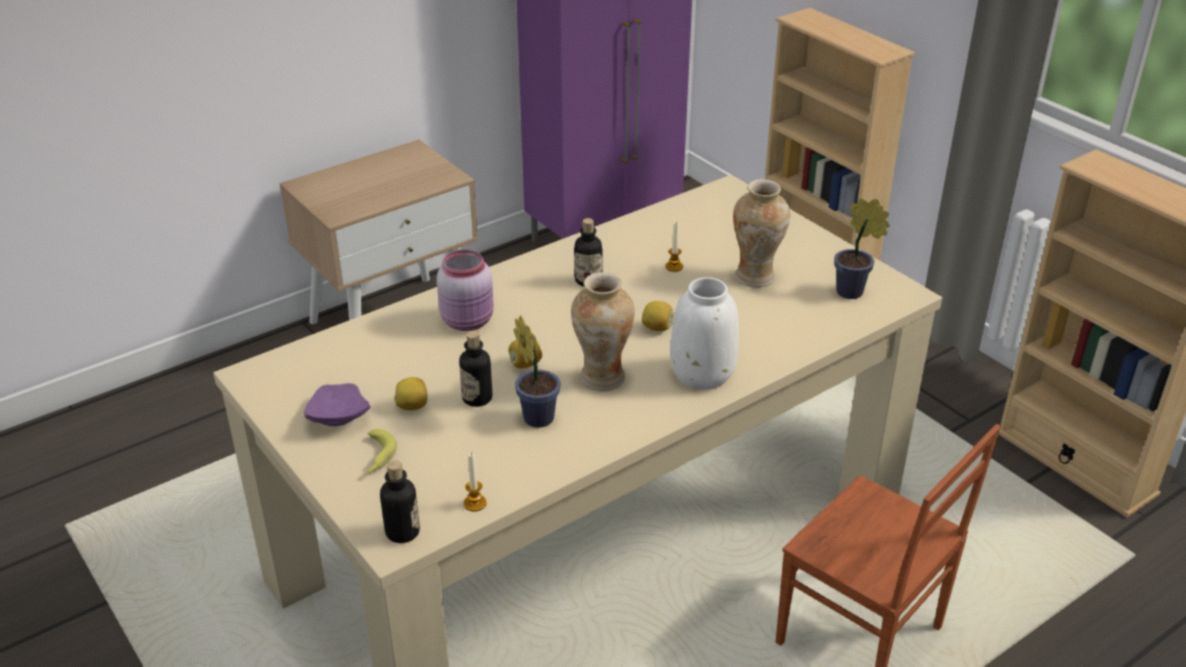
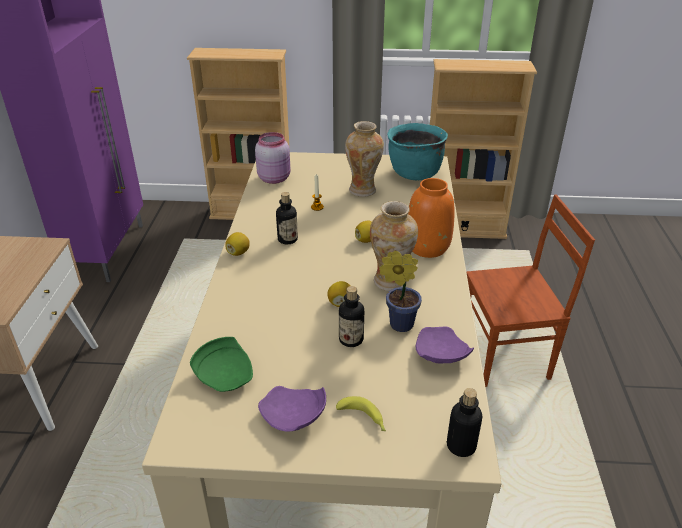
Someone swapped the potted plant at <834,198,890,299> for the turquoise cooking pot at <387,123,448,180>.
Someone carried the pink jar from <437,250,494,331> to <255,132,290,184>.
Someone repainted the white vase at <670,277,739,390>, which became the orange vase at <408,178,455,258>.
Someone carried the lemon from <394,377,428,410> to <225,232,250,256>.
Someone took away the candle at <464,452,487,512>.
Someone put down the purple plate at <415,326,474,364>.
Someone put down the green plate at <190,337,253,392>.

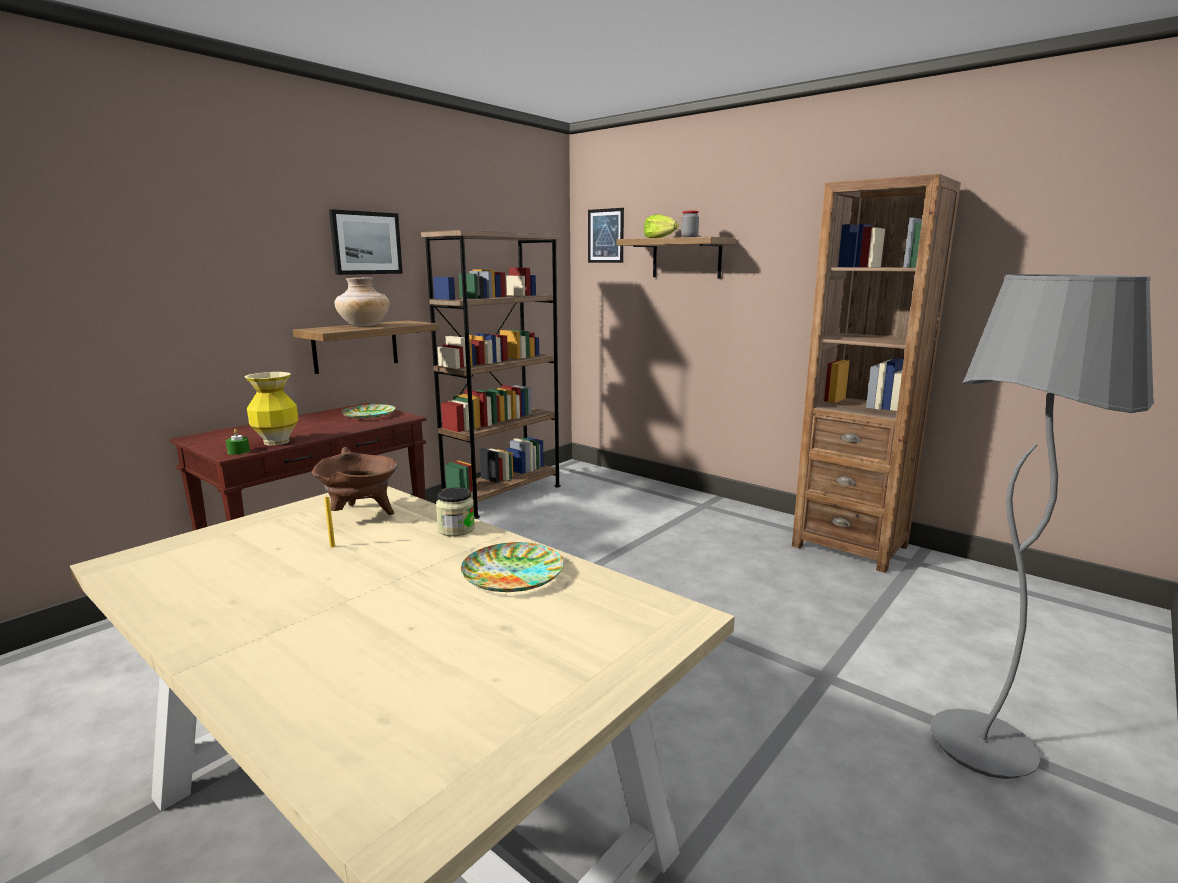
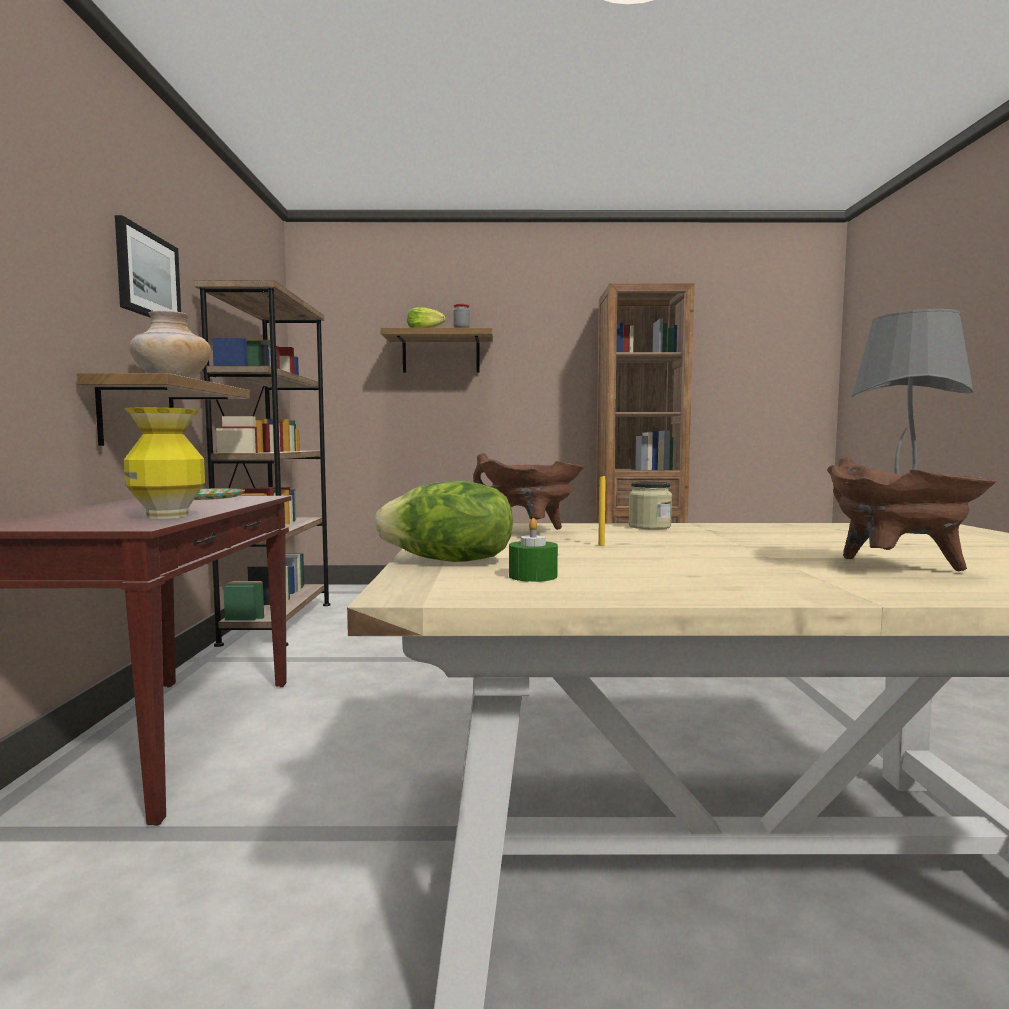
Someone took away the picture at <588,208,624,263>.
Someone carried the green candle from <226,429,250,455> to <509,518,558,582>.
Someone took away the plate at <461,542,564,592>.
Someone put down the brown cooking pot at <827,456,996,571>.
Someone put down the lettuce at <375,481,513,562>.

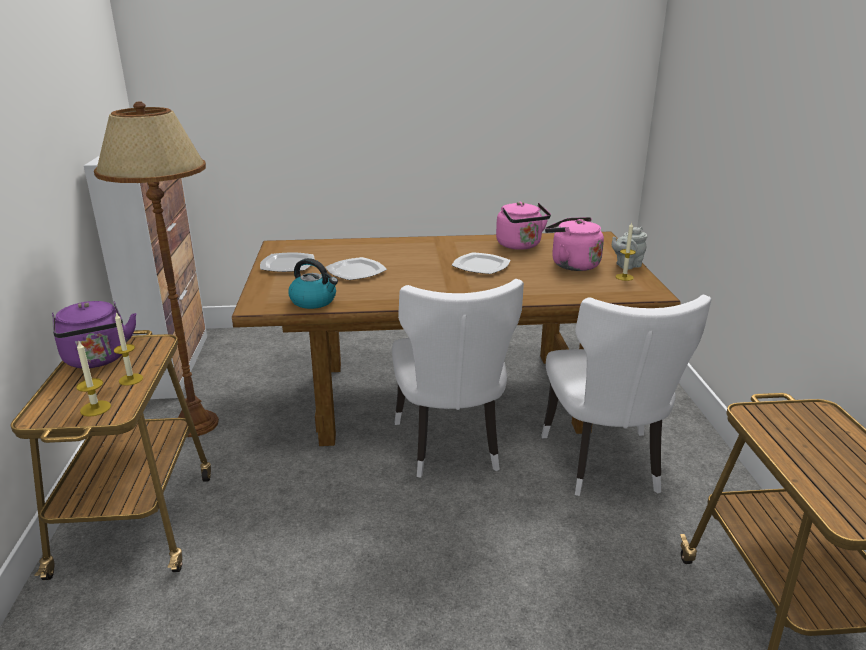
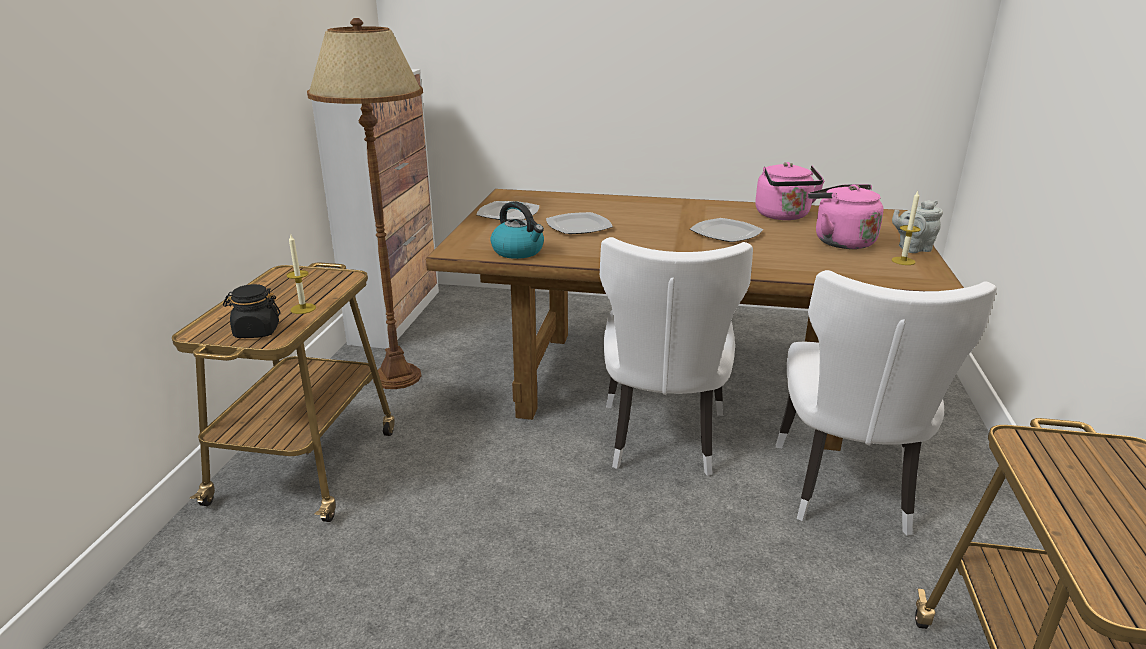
Someone took away the purple kettle at <52,301,136,368>.
Someone swapped the candle at <76,342,111,417> for the black jar at <223,284,281,338>.

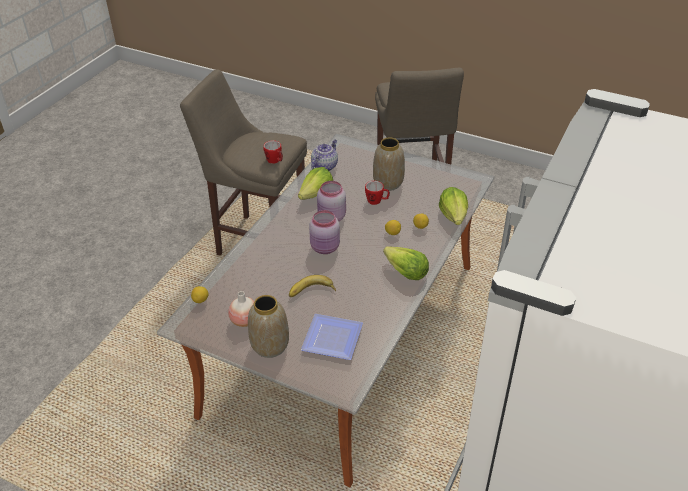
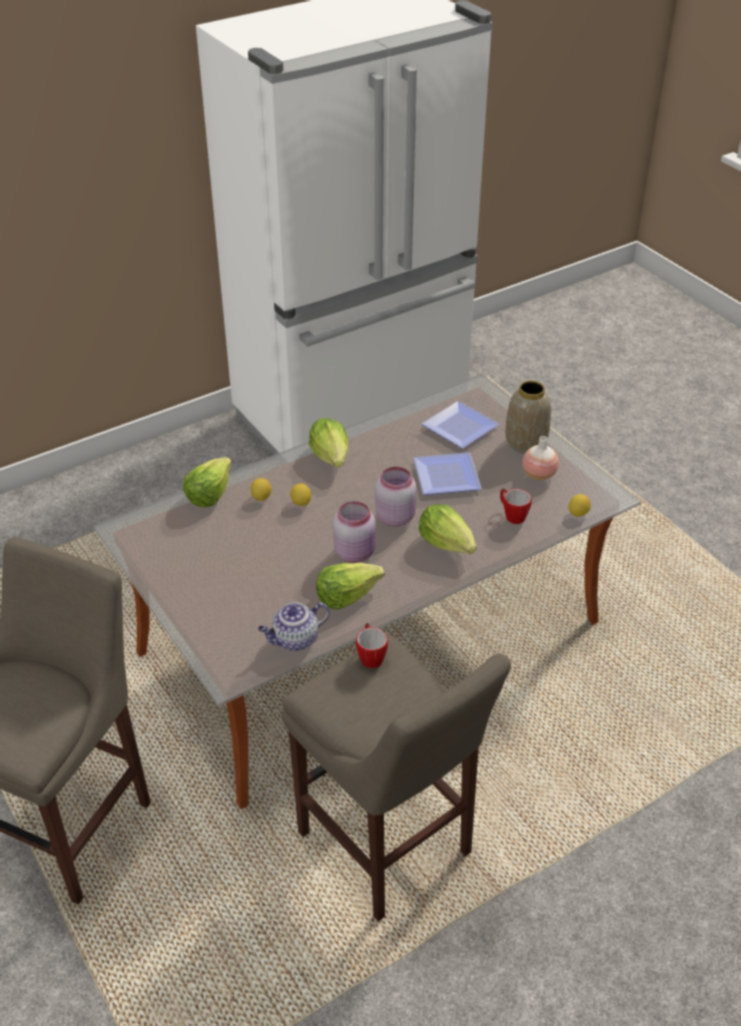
Someone took away the vase at <373,138,405,191>.
Someone carried the mug from <365,181,390,205> to <500,489,532,524>.
Someone swapped the banana at <289,275,336,297> for the plate at <413,452,482,495>.
Someone put down the lettuce at <419,504,477,554>.

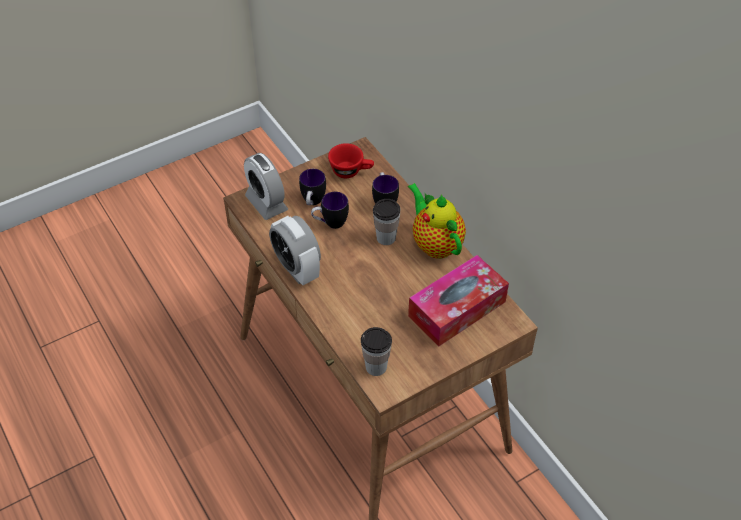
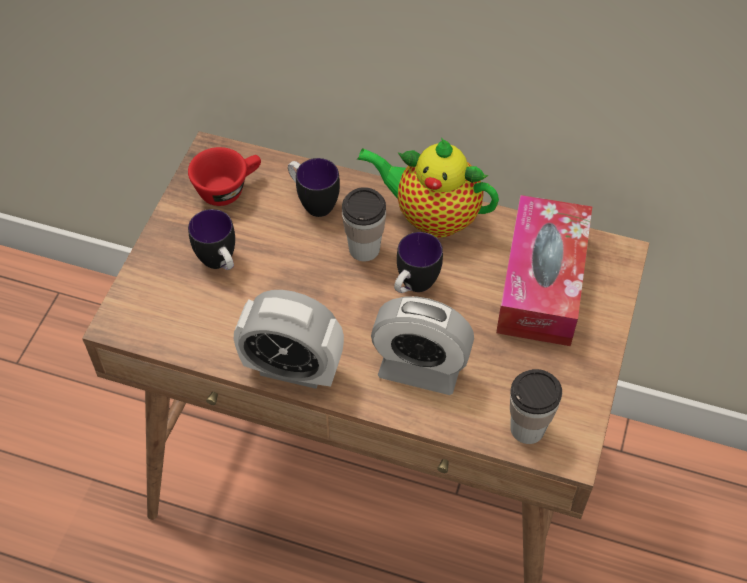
Someone carried the alarm clock from <244,153,288,220> to <371,296,474,395>.
Someone carried the mug from <311,192,349,229> to <394,232,443,293>.

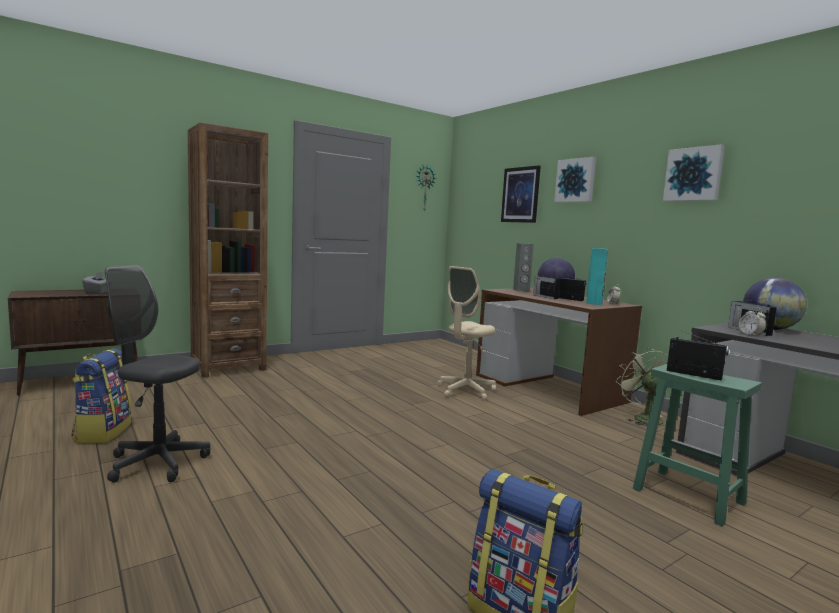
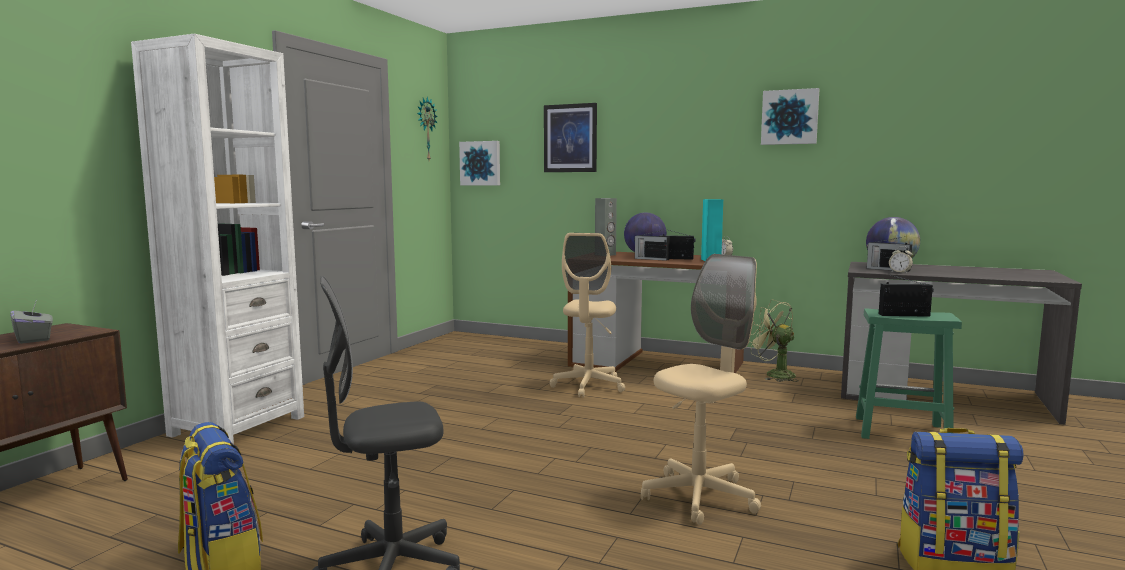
Someone repainted the brown bookcase at <188,122,268,378>, which became the white bookcase at <131,34,304,444>.
Someone carried the picture from <554,157,596,202> to <459,141,500,185>.
Someone put down the beige office chair at <641,254,761,525>.

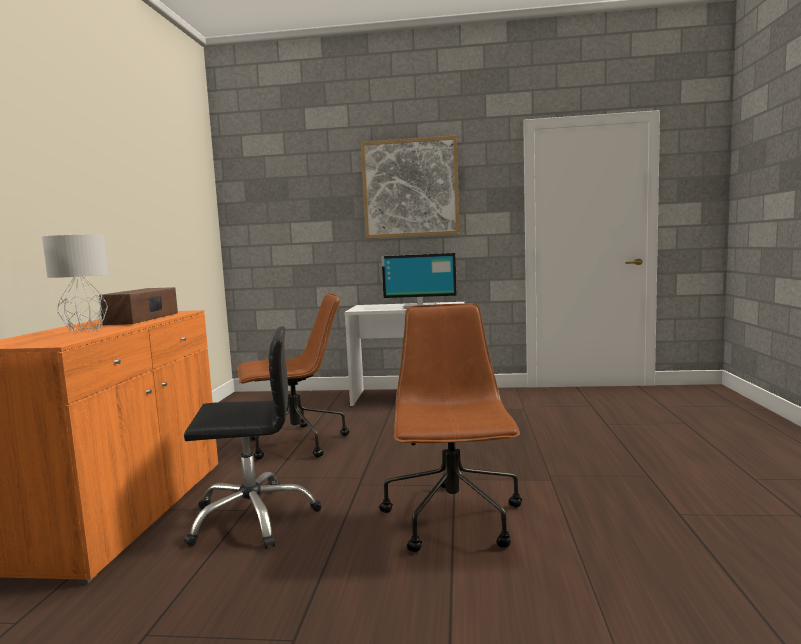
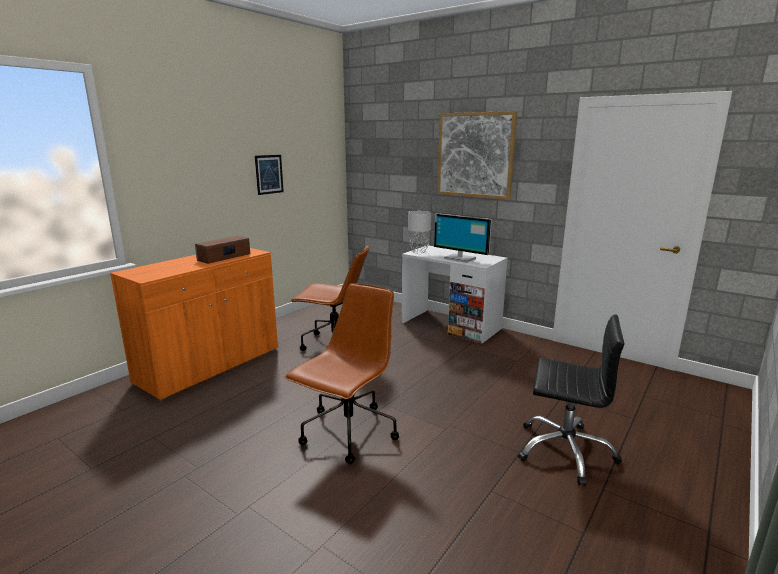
Someone carried the grey table lamp from <42,235,108,332> to <408,211,431,254>.
Someone carried the black office chair from <184,326,321,549> to <518,314,624,486>.
Someone put up the picture at <255,155,284,195>.

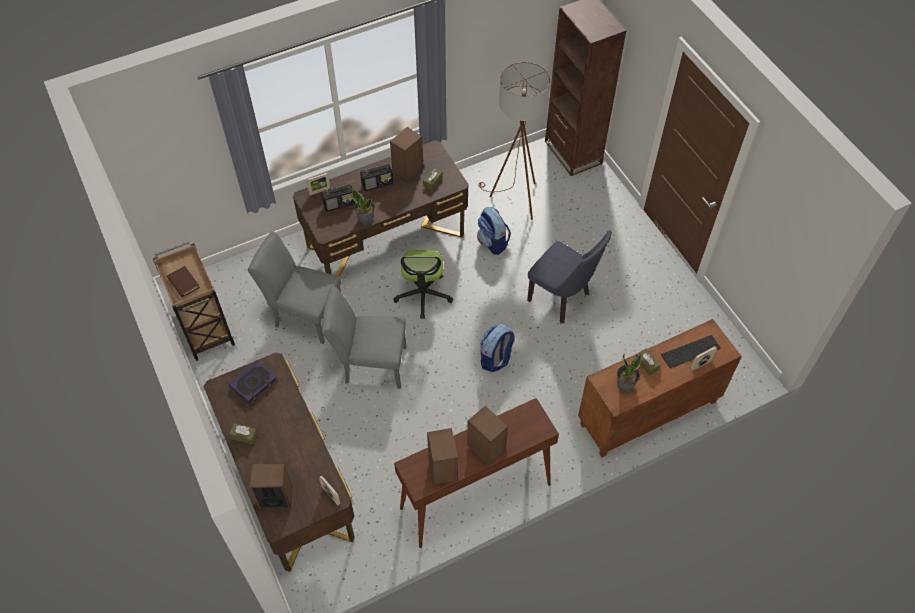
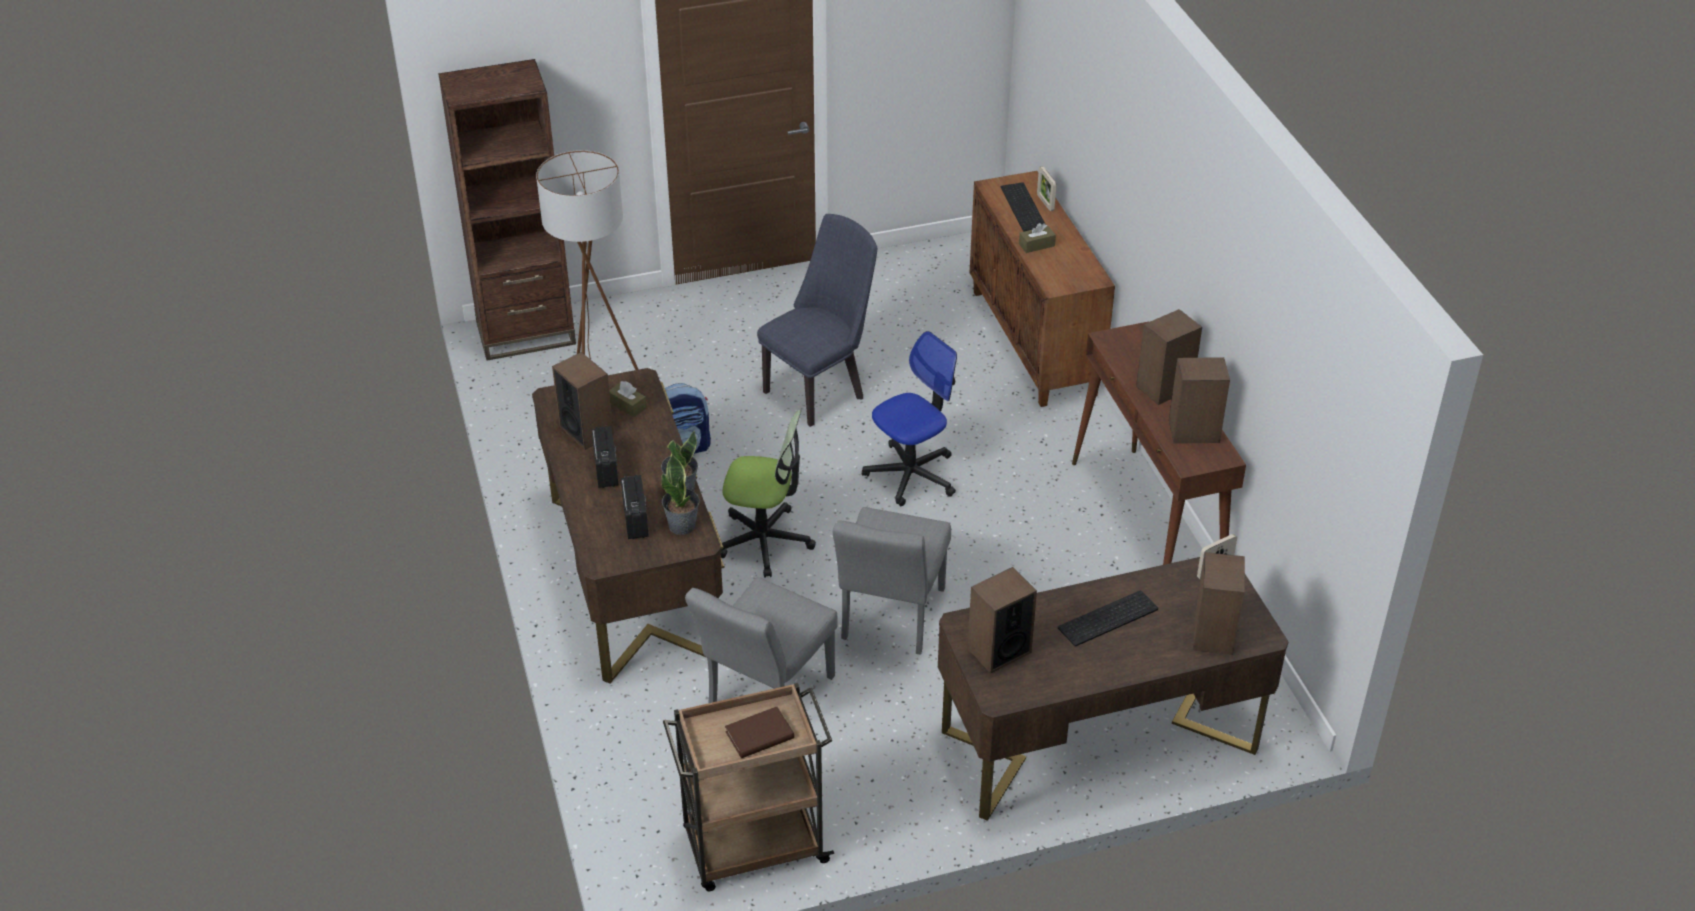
Someone took away the picture frame at <307,173,330,195>.
Someone swapped the backpack at <480,324,515,372> for the office chair at <862,331,957,506>.
Someone carried the potted plant from <617,354,641,392> to <661,454,700,535>.
Someone swapped the book at <229,360,278,404> for the speaker at <967,567,1037,674>.
Someone took away the brown tissue box at <229,423,258,445>.
Someone put down the keyboard at <1058,590,1158,646>.

